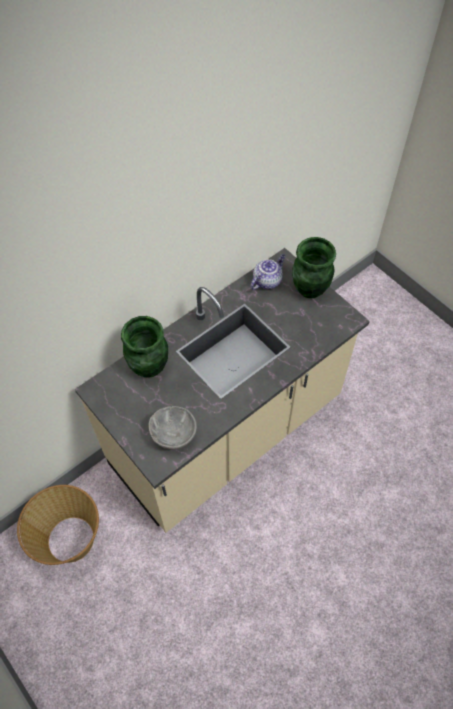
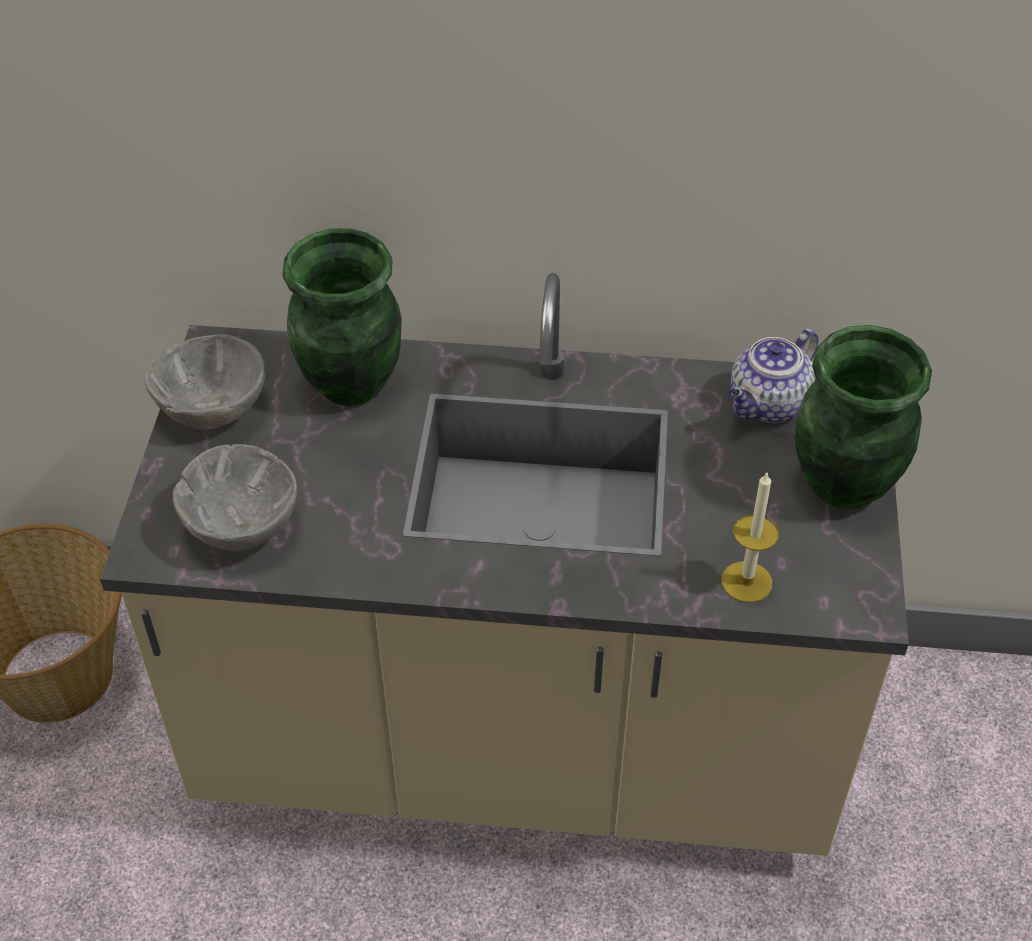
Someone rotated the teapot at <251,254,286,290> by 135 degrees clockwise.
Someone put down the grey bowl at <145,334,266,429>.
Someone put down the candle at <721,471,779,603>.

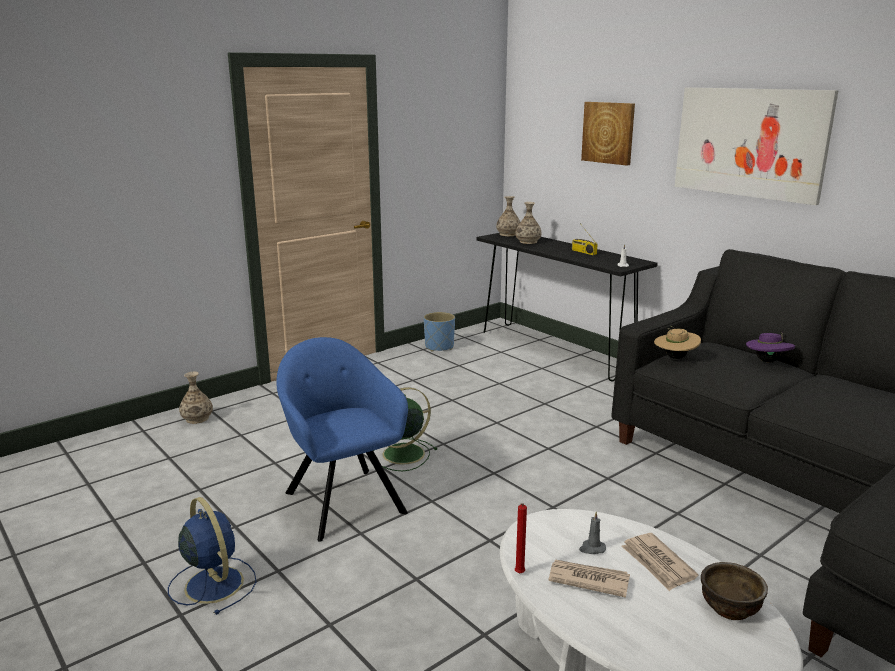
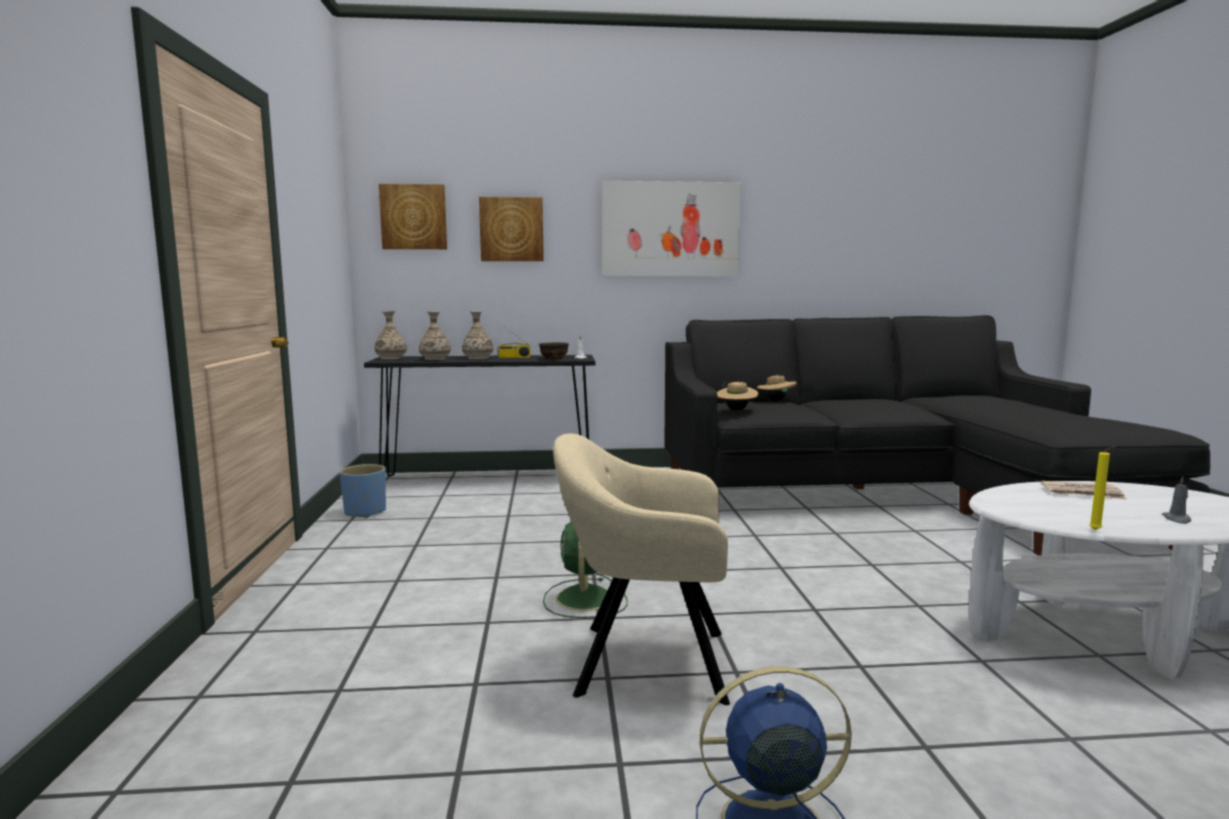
Someone repainted the purple hat at <746,332,795,362>, which became the beige hat at <757,374,796,401>.
Someone repainted the blue armchair at <276,337,408,542>, which became the beige armchair at <553,433,730,705>.
Someone carried the vase from <179,372,213,424> to <462,311,493,359>.
Someone repainted the red candle at <515,503,527,574>, which became the yellow candle at <1089,446,1116,530>.
Someone carried the grey candle from <579,511,606,554> to <1162,476,1191,524>.
Someone took away the newspaper at <549,560,630,598>.
Someone carried the brown bowl from <701,562,768,620> to <539,342,569,360>.
Someone put up the picture at <379,184,447,249>.

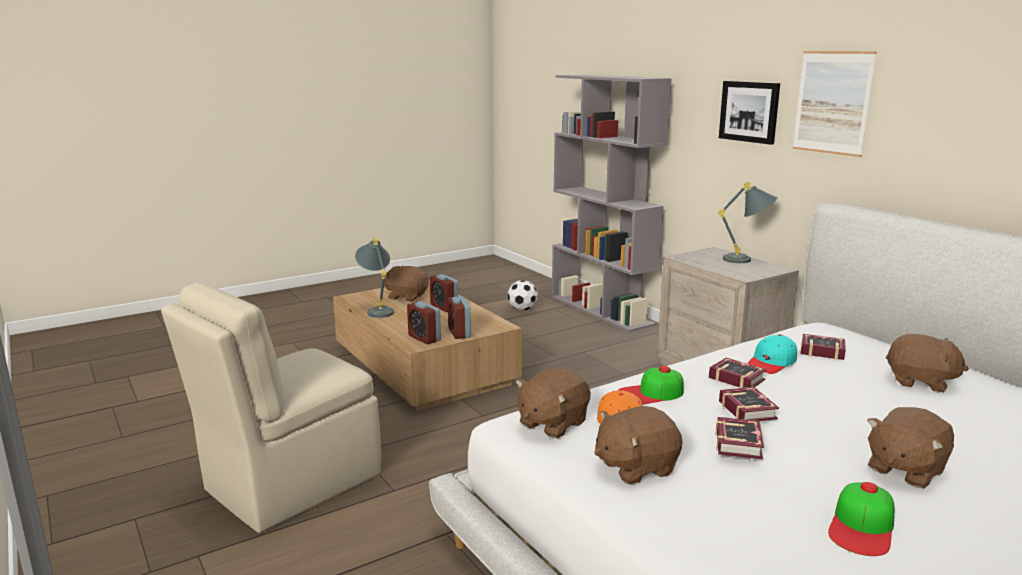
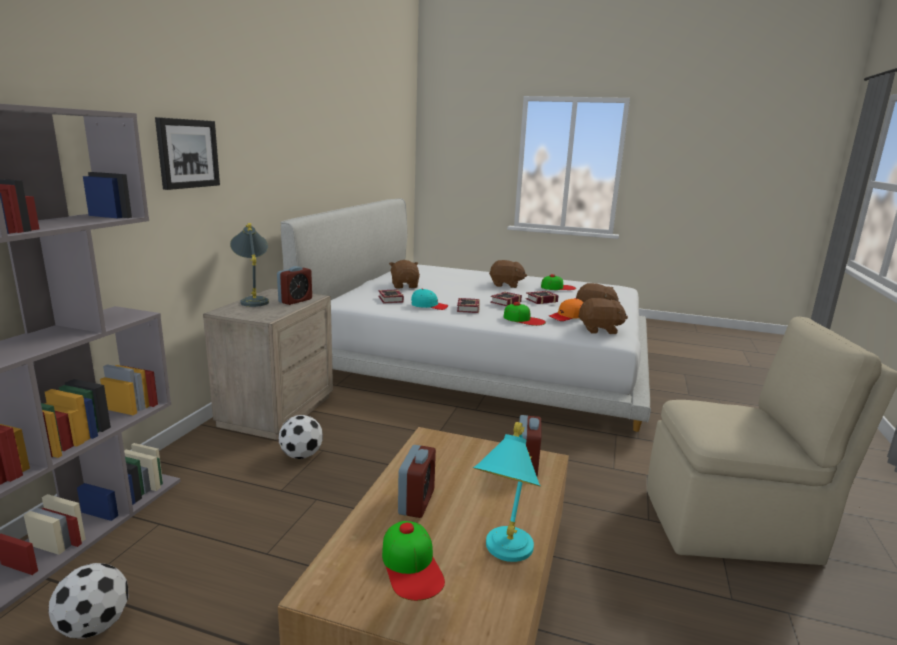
Someone took away the picture at <793,51,877,157>.
Someone repainted the grey table lamp at <355,238,394,318>, which became the turquoise table lamp at <473,422,541,562>.
Someone swapped the brown plush toy at <384,266,429,302> for the cap at <382,521,445,601>.
Someone carried the alarm clock from <448,296,471,339> to <277,266,312,305>.
Someone put down the football at <279,415,323,459>.

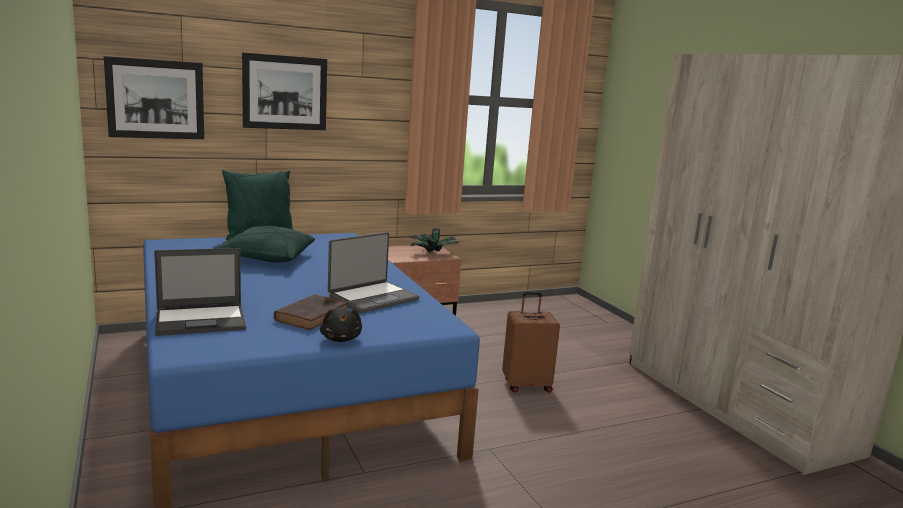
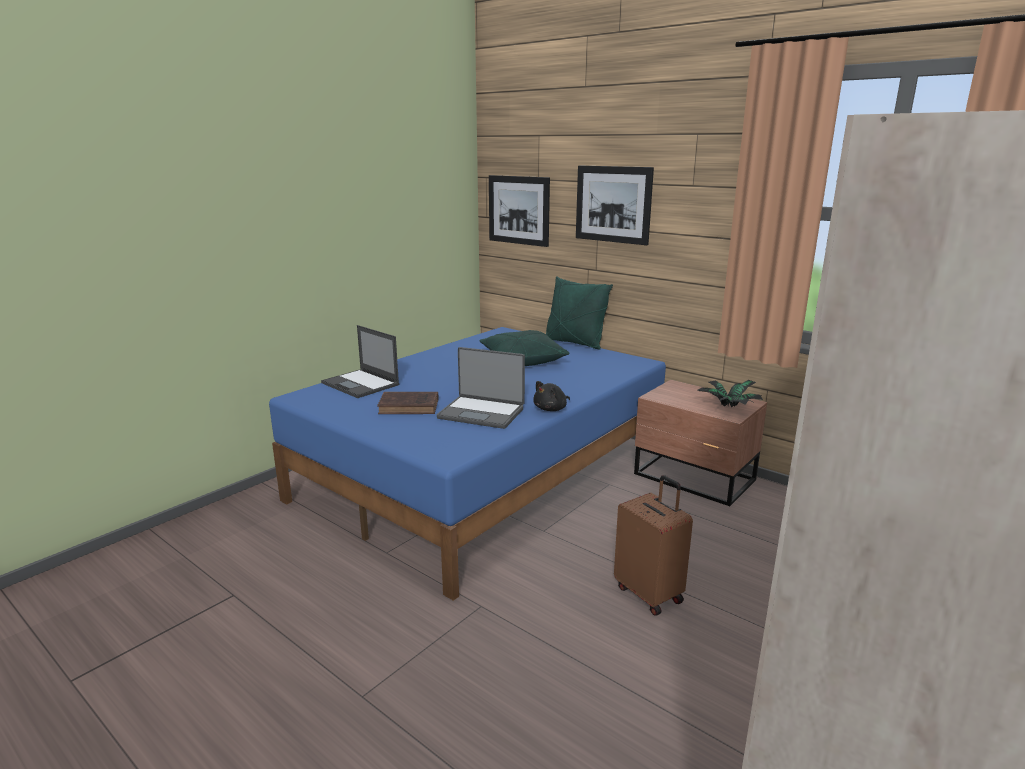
Someone carried the black plush toy from <320,308,362,342> to <533,381,570,411>.

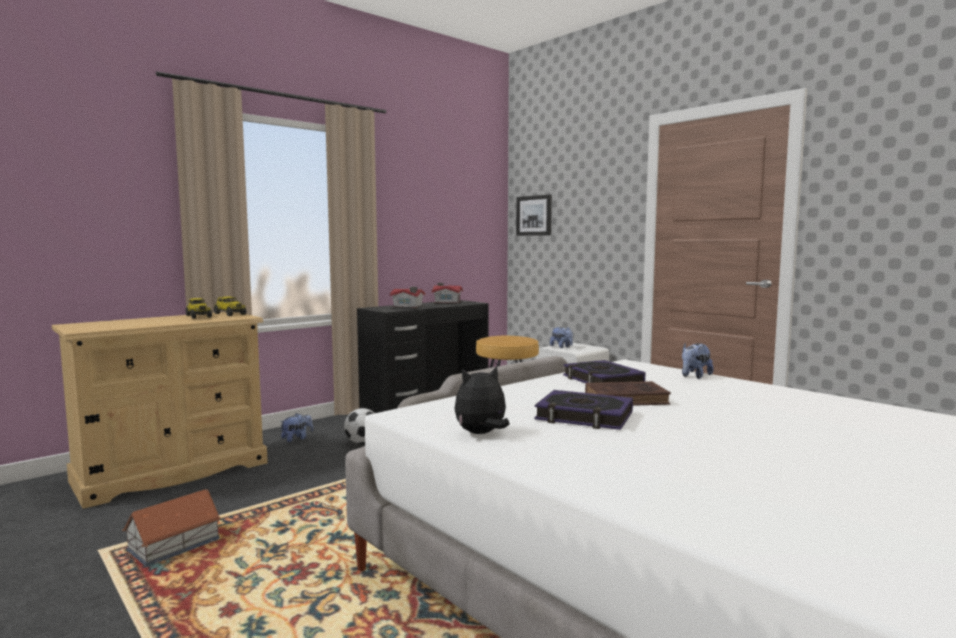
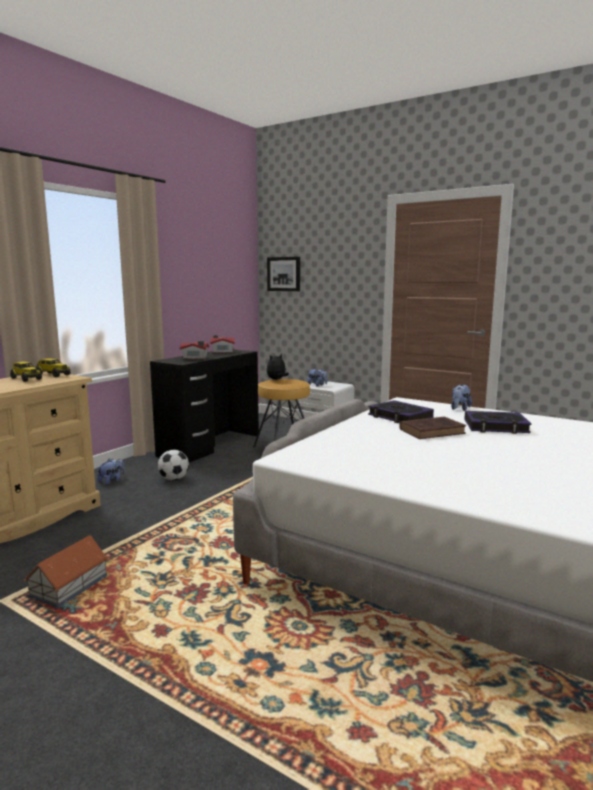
Someone carried the plush toy from <455,366,510,434> to <267,353,289,380>.
Someone carried the book from <535,390,633,430> to <464,411,531,434>.

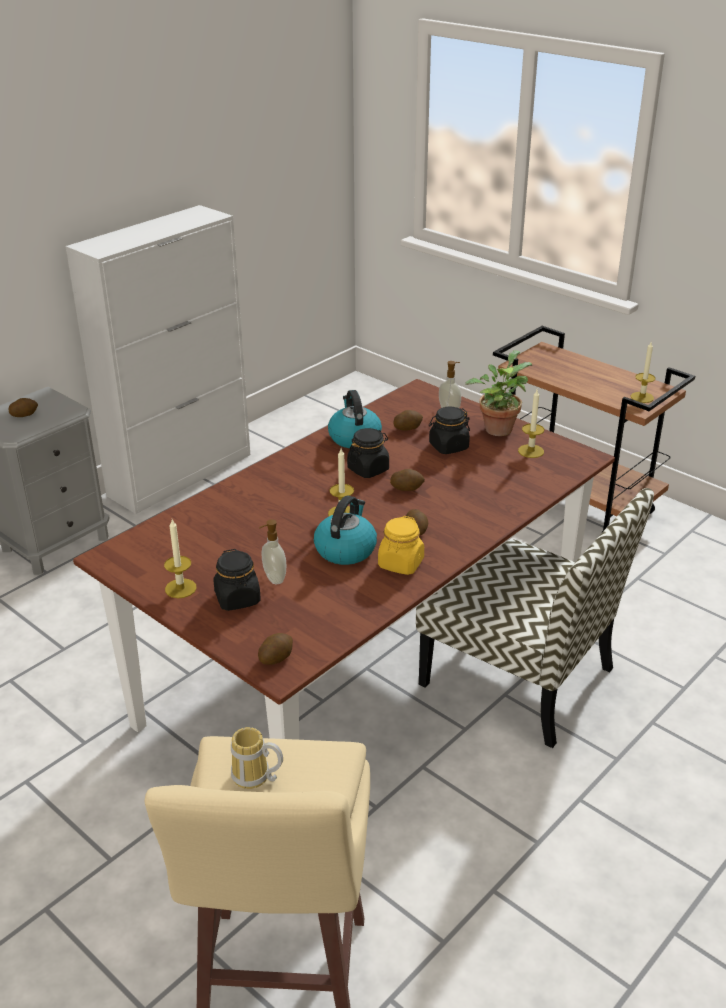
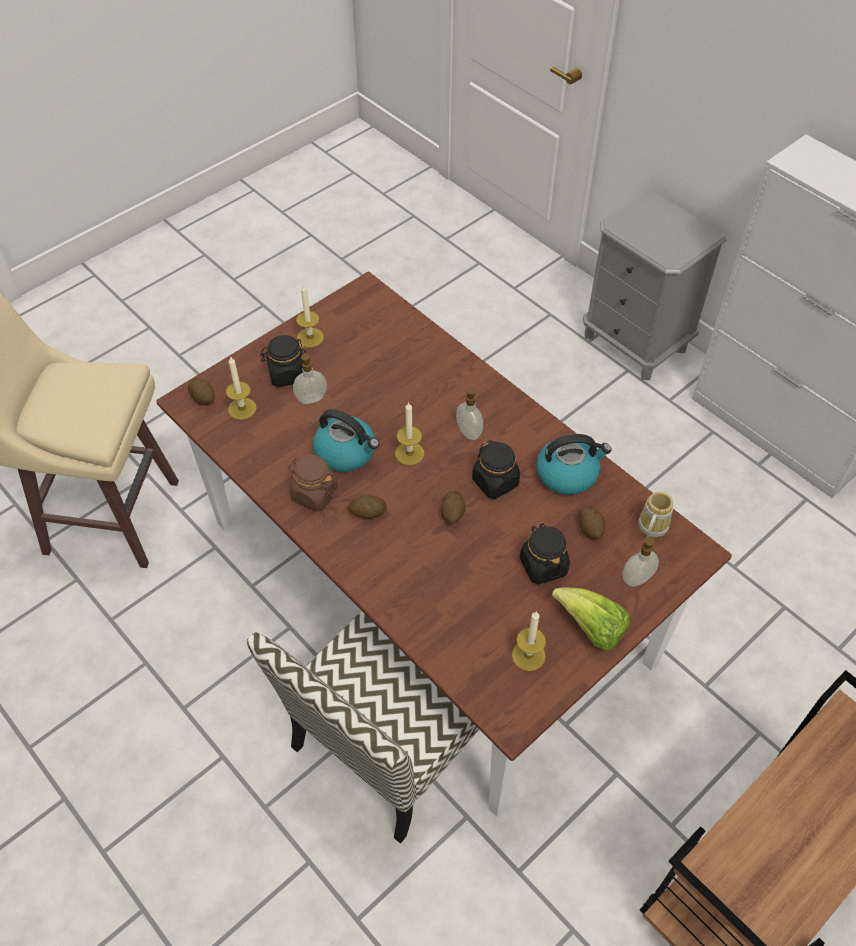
Someone carried the candle from <631,342,656,403> to <226,356,257,420>.
Someone swapped the potted plant at <465,350,532,436> for the lettuce at <552,588,630,651>.
Someone took away the potato at <9,398,38,417>.
Someone repainted the yellow jar at <378,516,424,575>, which became the brown jar at <287,455,338,512>.
Someone carried the mug from <231,727,283,789> to <638,492,674,538>.
Someone put down the soap dispenser at <456,387,483,440>.

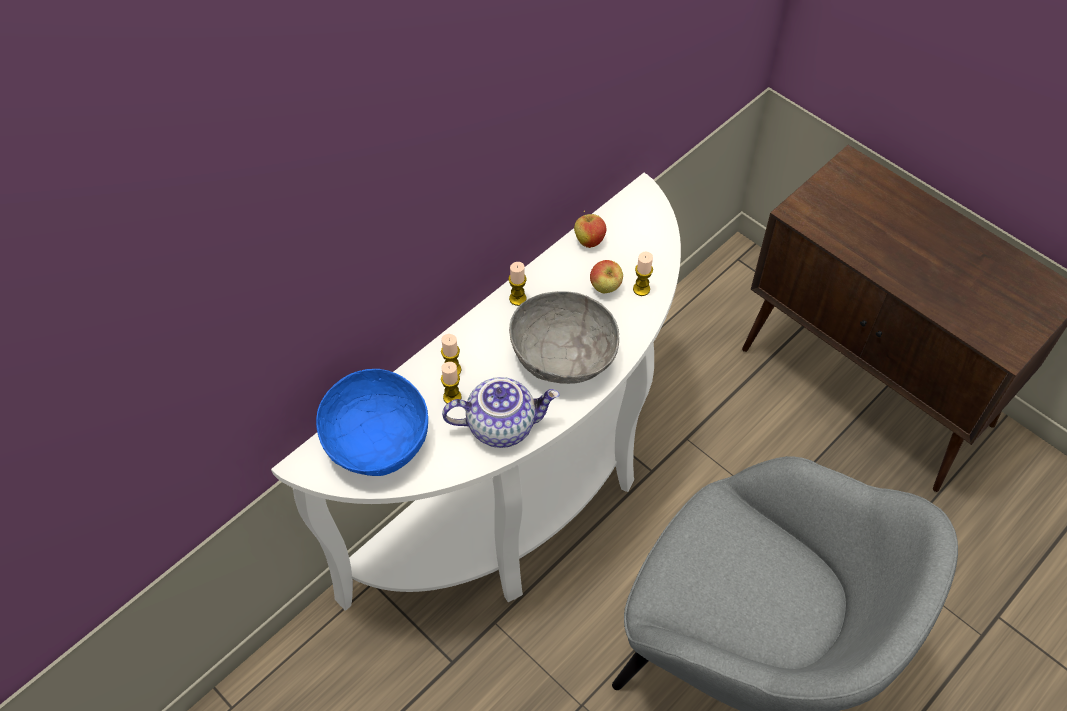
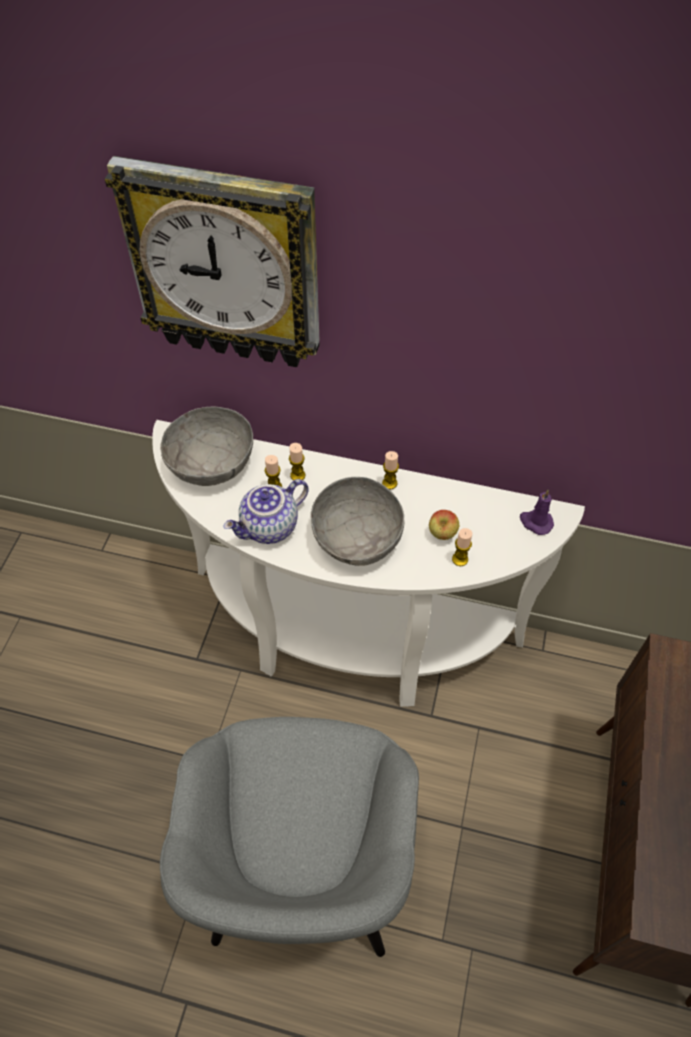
Someone took away the apple at <574,211,606,248>.
Someone repainted the blue bowl at <316,369,428,476>, which became the grey bowl at <160,406,253,486>.
Someone rotated the teapot at <442,377,560,448> by 90 degrees clockwise.
Someone put up the wall clock at <105,156,320,367>.
Someone put down the purple candle at <520,490,554,535>.

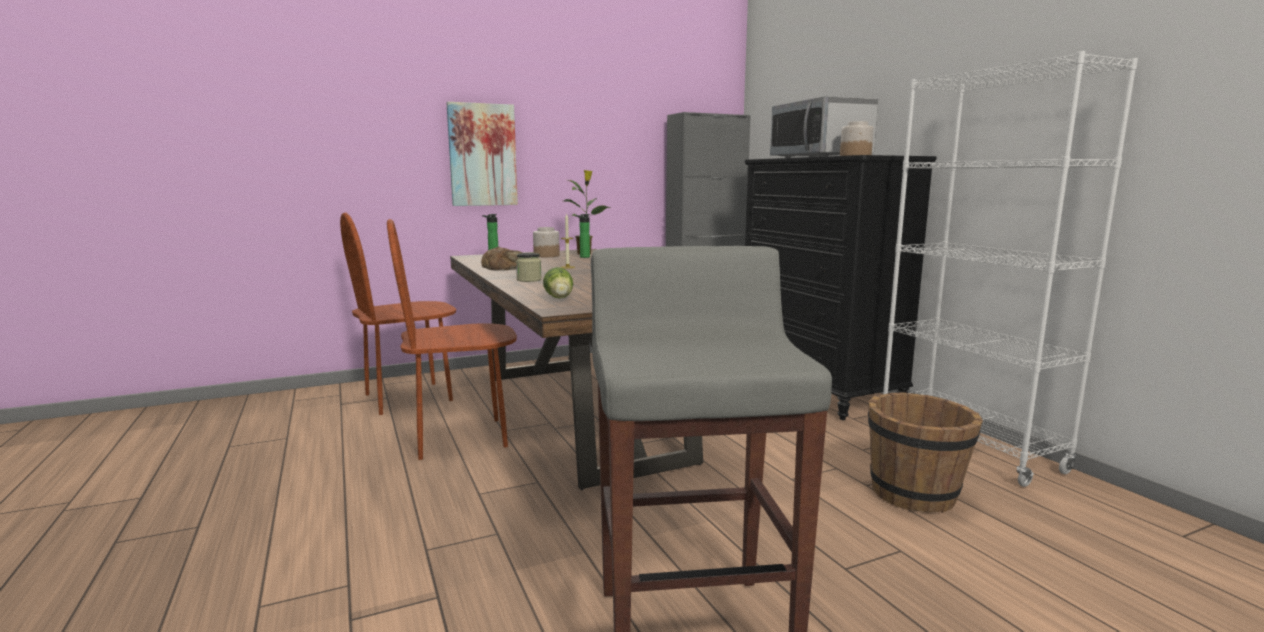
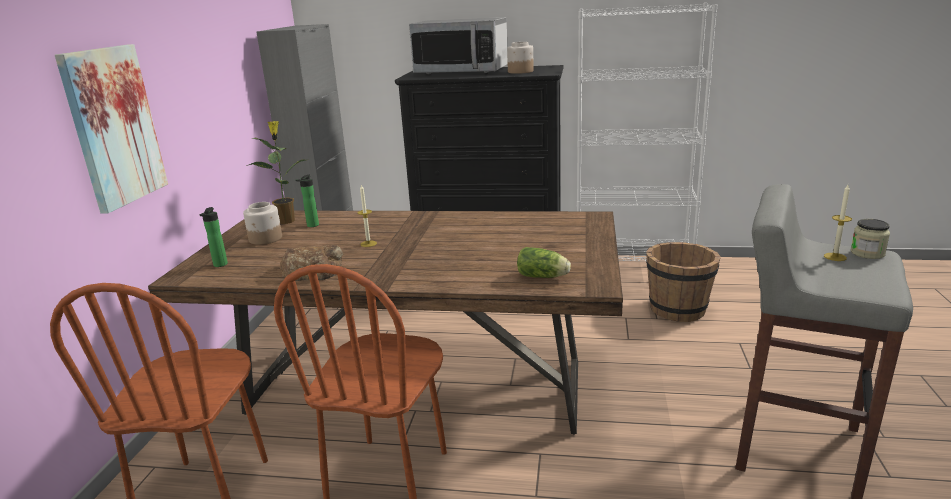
Someone carried the jar from <516,253,542,282> to <850,219,890,259>.
Someone put down the candle at <824,185,852,261>.

